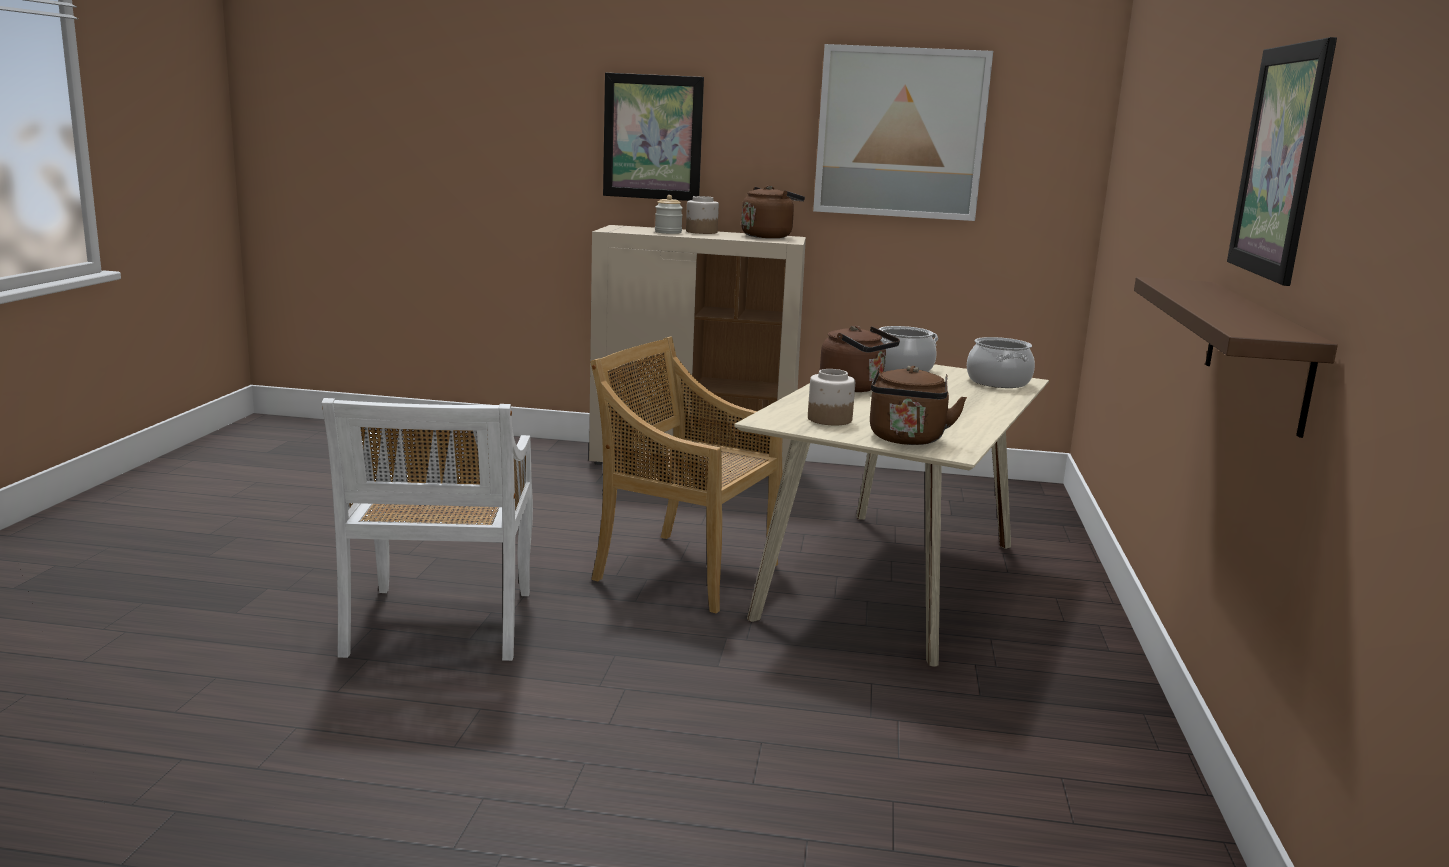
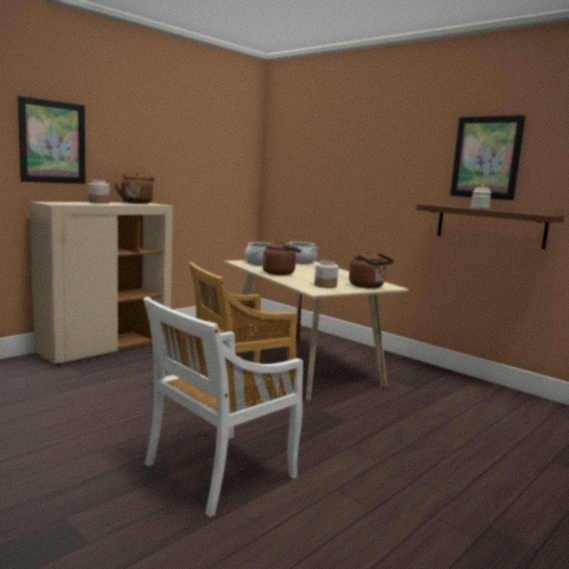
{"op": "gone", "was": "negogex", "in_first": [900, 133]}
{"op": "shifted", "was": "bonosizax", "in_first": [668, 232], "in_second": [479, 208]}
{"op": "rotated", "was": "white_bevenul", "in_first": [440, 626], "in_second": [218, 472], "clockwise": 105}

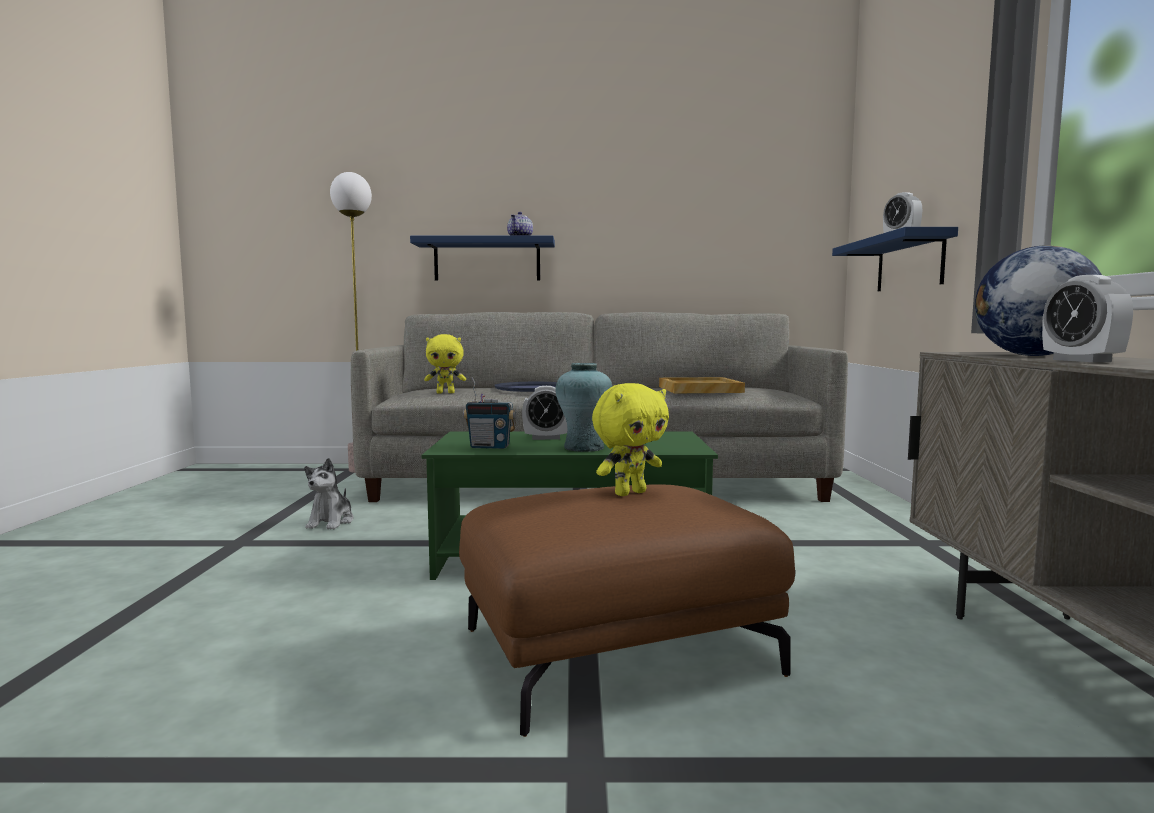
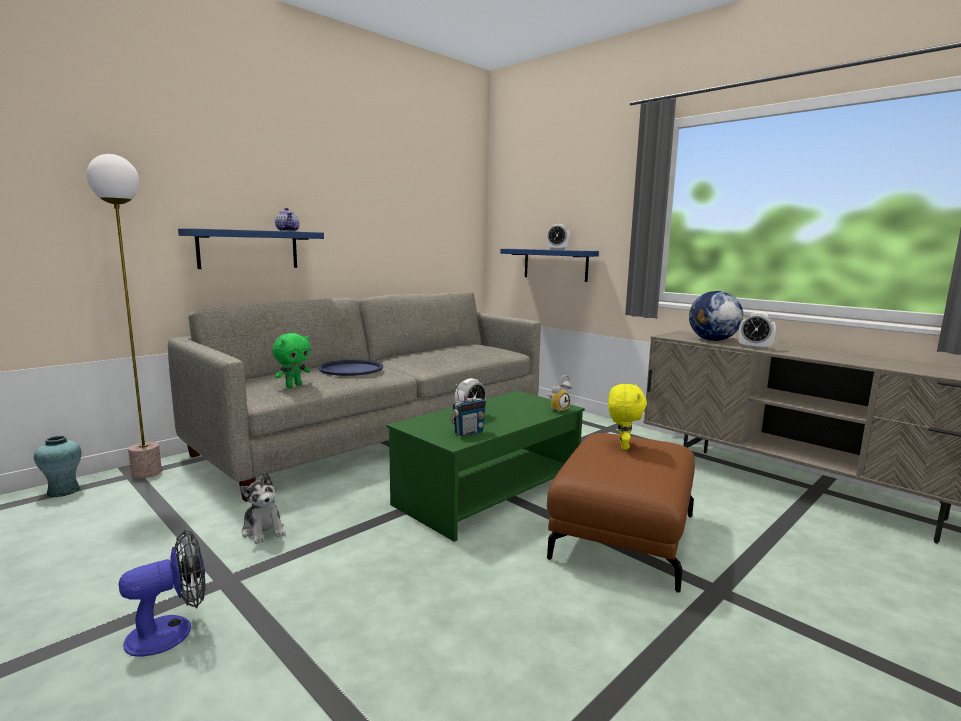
{"op": "repainted", "was": "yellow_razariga", "now": "green_razariga", "in_first": [446, 393], "in_second": [293, 385]}
{"op": "shifted", "was": "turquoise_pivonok", "in_first": [583, 448], "in_second": [63, 491]}
{"op": "gone", "was": "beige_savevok", "in_first": [699, 389]}
{"op": "new", "now": "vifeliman", "in_second": [558, 409]}
{"op": "new", "now": "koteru", "in_second": [171, 631]}

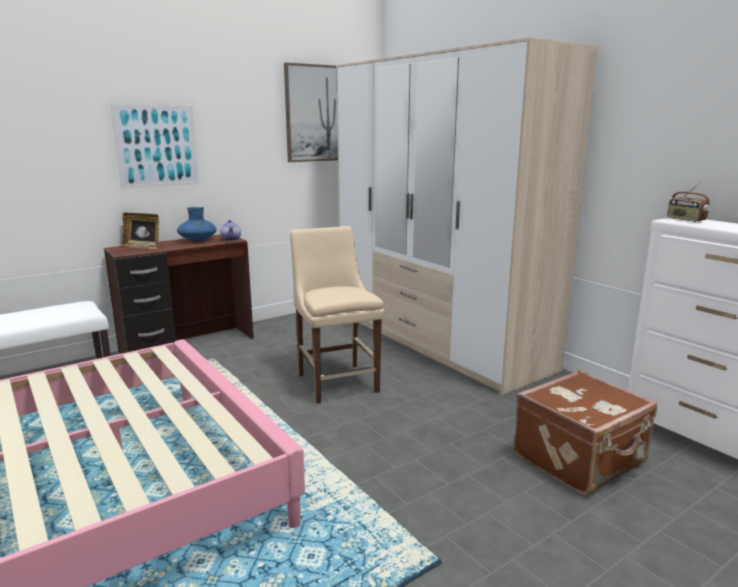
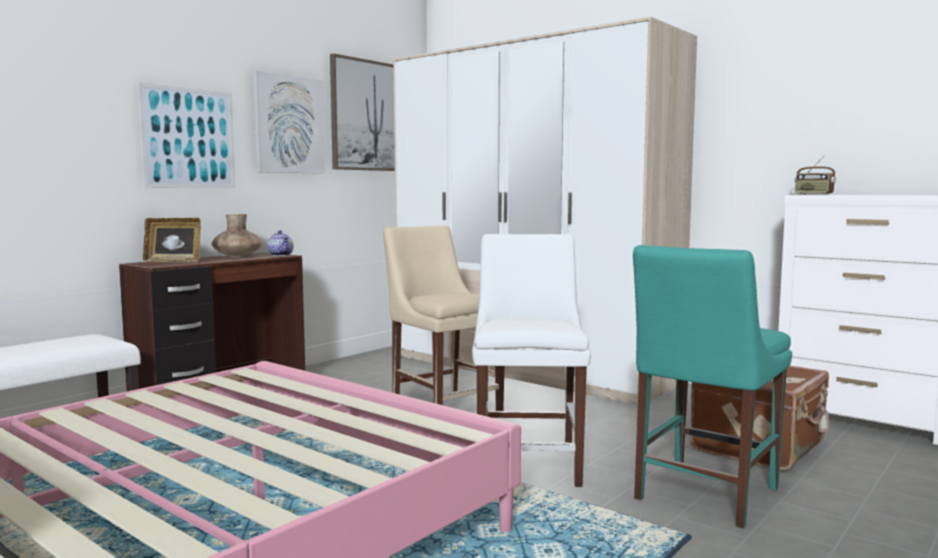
{"op": "repainted", "was": "blue_pivonok", "now": "brown_pivonok", "in_first": [197, 240], "in_second": [237, 256]}
{"op": "new", "now": "negogex", "in_second": [288, 125]}
{"op": "new", "now": "white_bevenul", "in_second": [528, 462]}
{"op": "new", "now": "turquoise_bevenul", "in_second": [703, 495]}

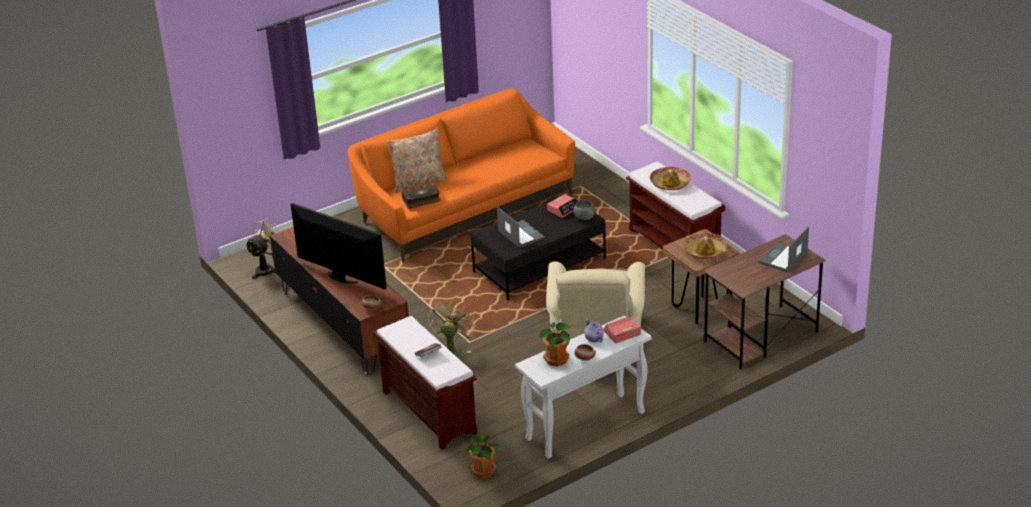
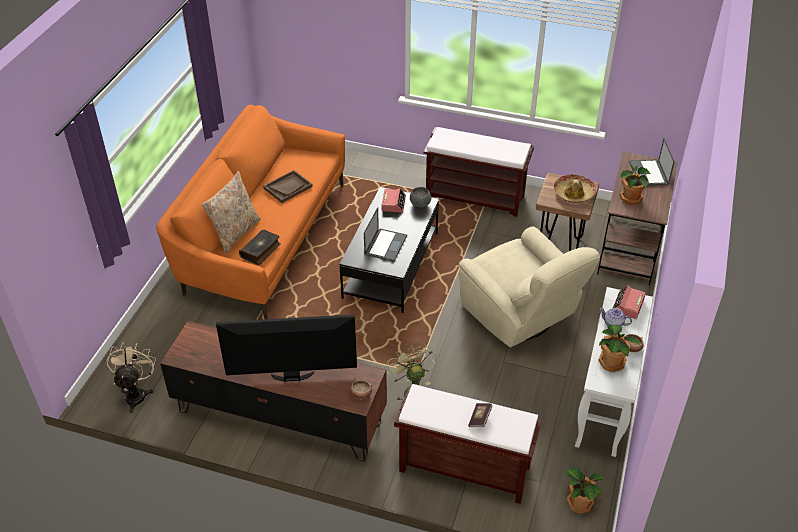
{"op": "gone", "was": "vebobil", "in_first": [670, 183]}
{"op": "rotated", "was": "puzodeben", "in_first": [520, 234], "in_second": [385, 245], "clockwise": 90}
{"op": "new", "now": "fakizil", "in_second": [631, 199]}
{"op": "new", "now": "brown_savevok", "in_second": [288, 187]}

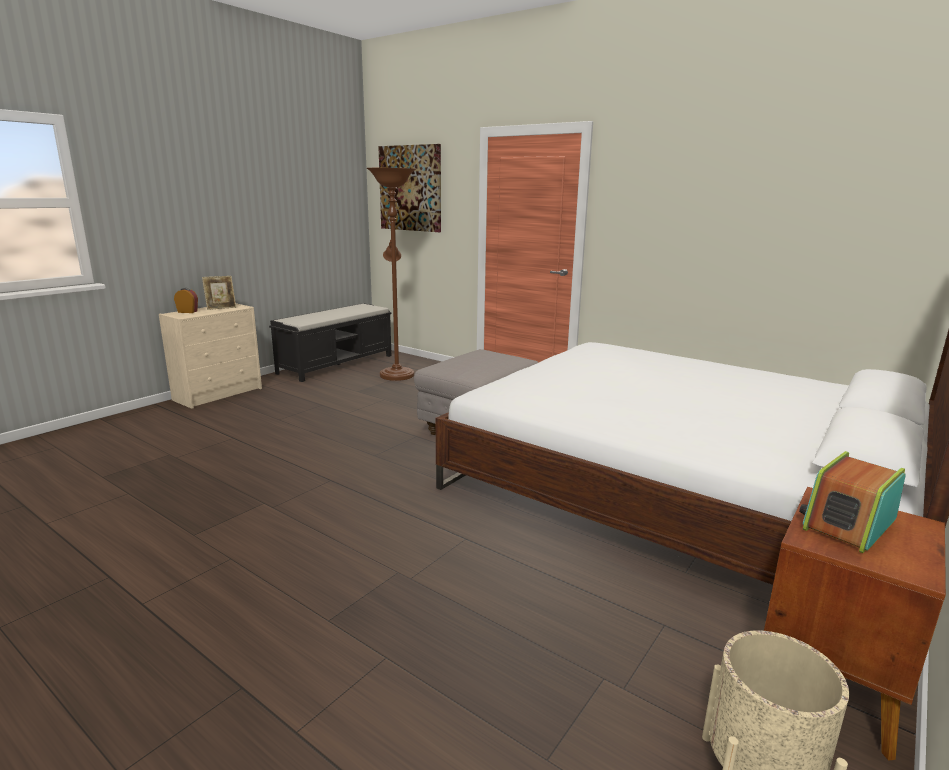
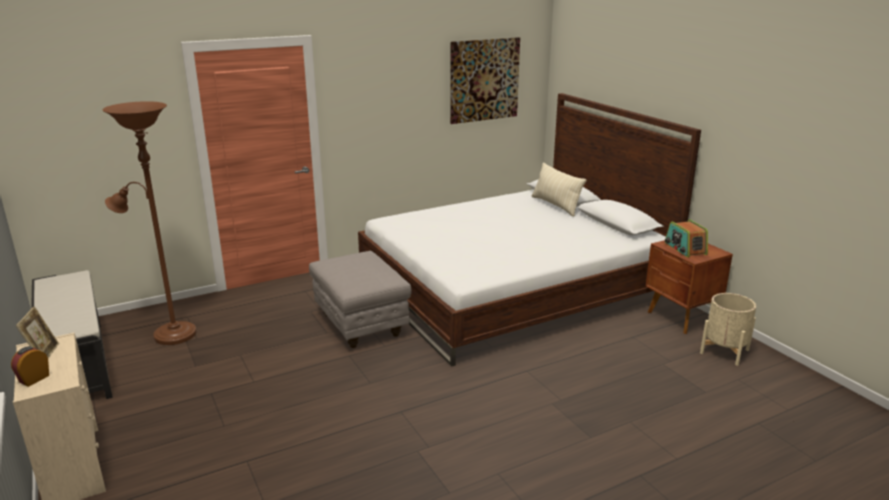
{"op": "shifted", "was": "negogex", "in_first": [410, 188], "in_second": [484, 80]}
{"op": "new", "now": "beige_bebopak", "in_second": [556, 205]}

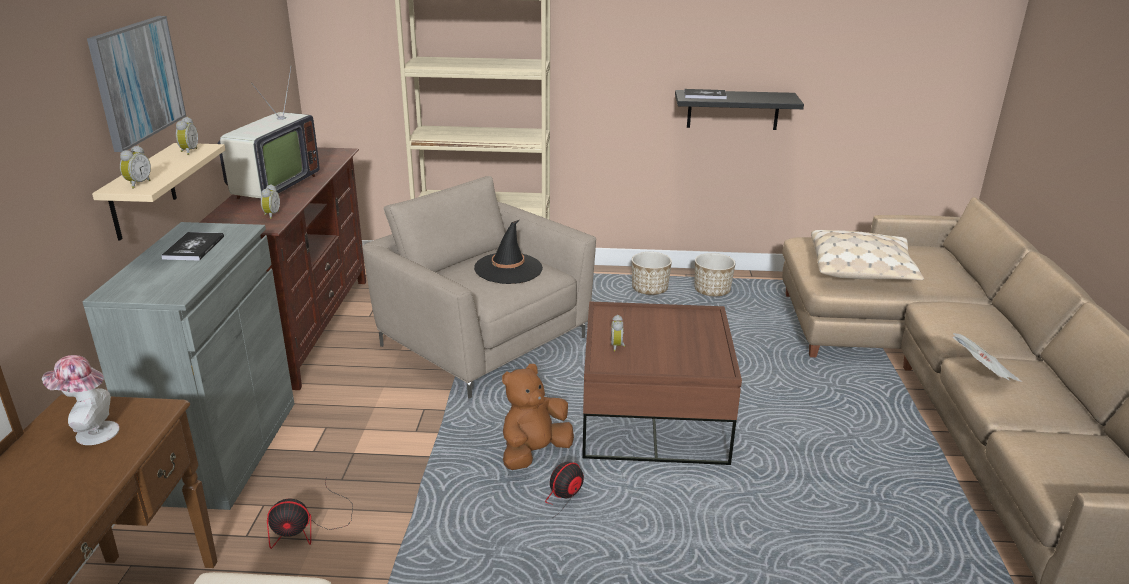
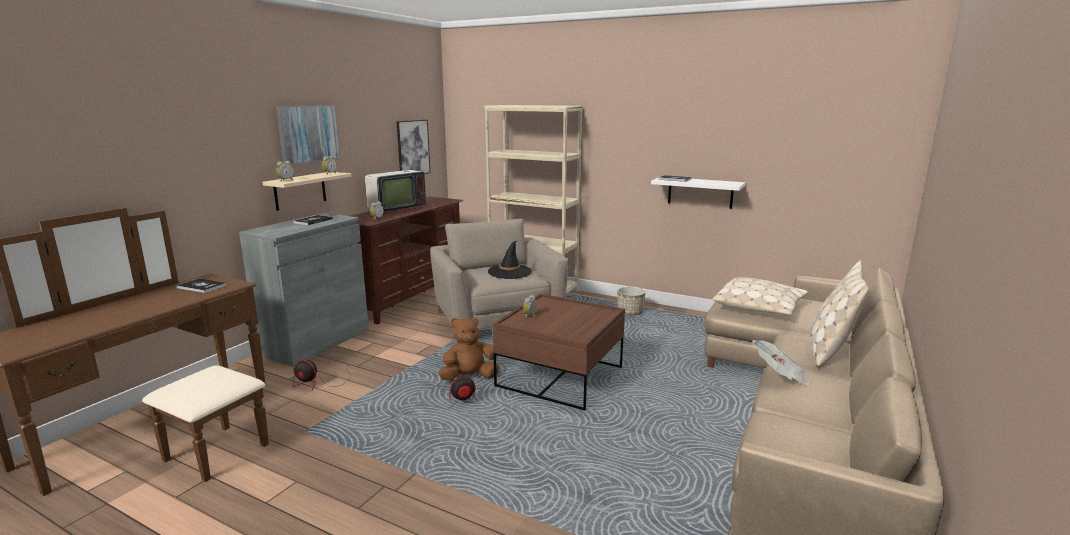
{"op": "repainted", "was": "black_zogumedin", "now": "white_zogumedin", "in_first": [733, 110], "in_second": [700, 192]}
{"op": "gone", "was": "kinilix", "in_first": [712, 291]}
{"op": "swapped", "was": "vebobil", "now": "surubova", "in_first": [91, 433], "in_second": [201, 287]}
{"op": "new", "now": "negogex", "in_second": [413, 148]}
{"op": "new", "now": "beige_bebopak", "in_second": [830, 350]}

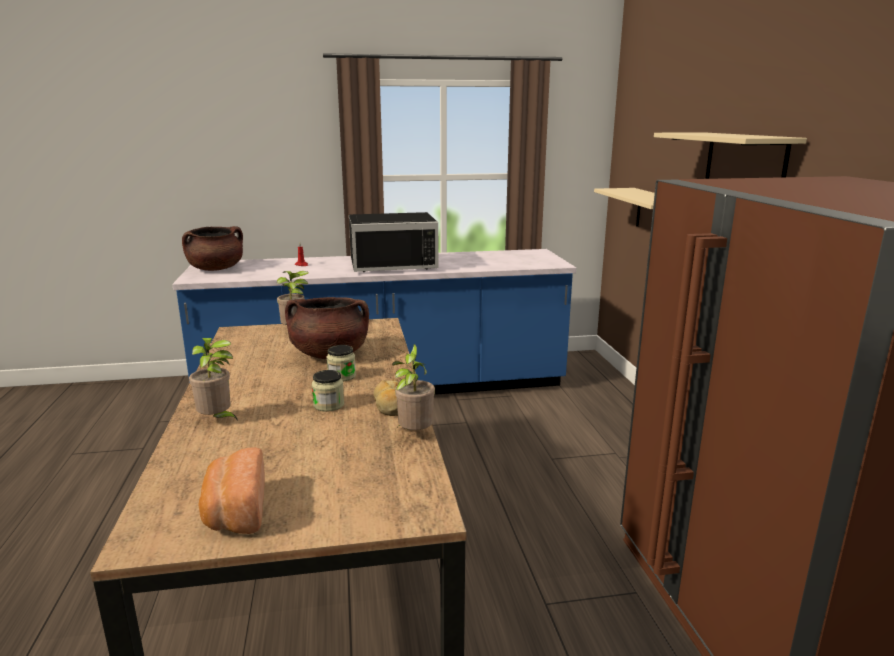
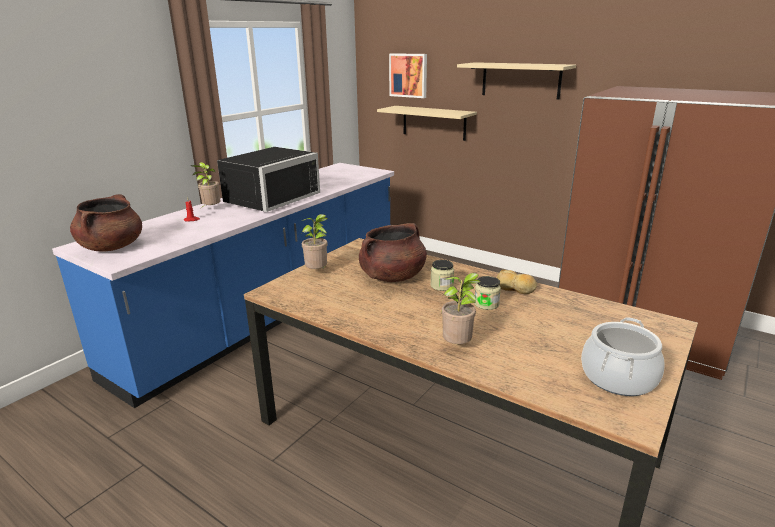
{"op": "shifted", "was": "fakizil", "in_first": [414, 434], "in_second": [211, 209]}
{"op": "swapped", "was": "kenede", "now": "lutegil", "in_first": [235, 512], "in_second": [617, 377]}
{"op": "new", "now": "negogex", "in_second": [409, 75]}

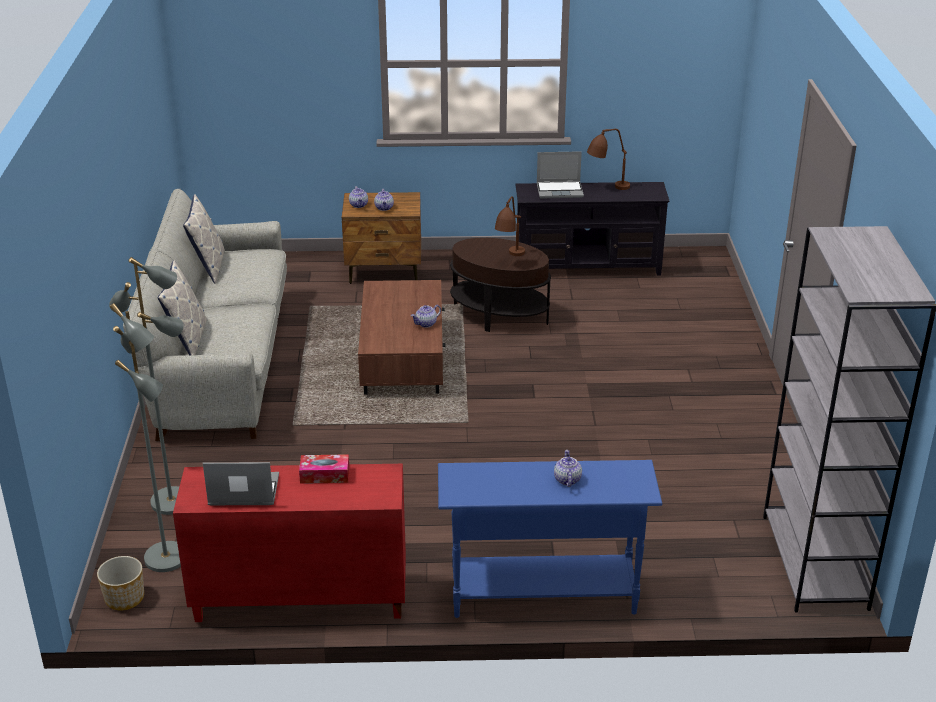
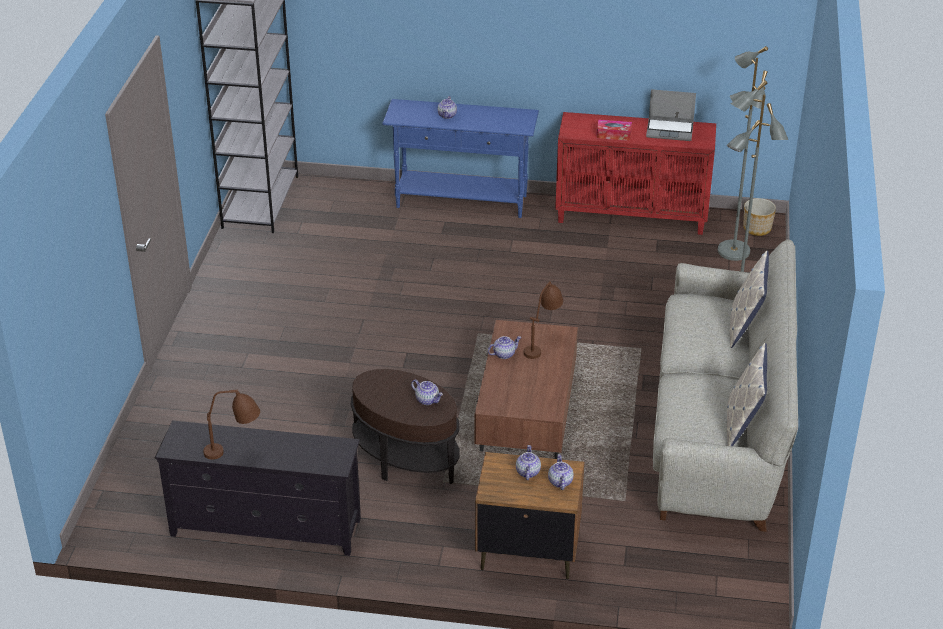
{"op": "gone", "was": "puzodeben", "in_first": [560, 190]}
{"op": "shifted", "was": "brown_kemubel", "in_first": [509, 260], "in_second": [543, 343]}
{"op": "new", "now": "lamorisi", "in_second": [427, 400]}

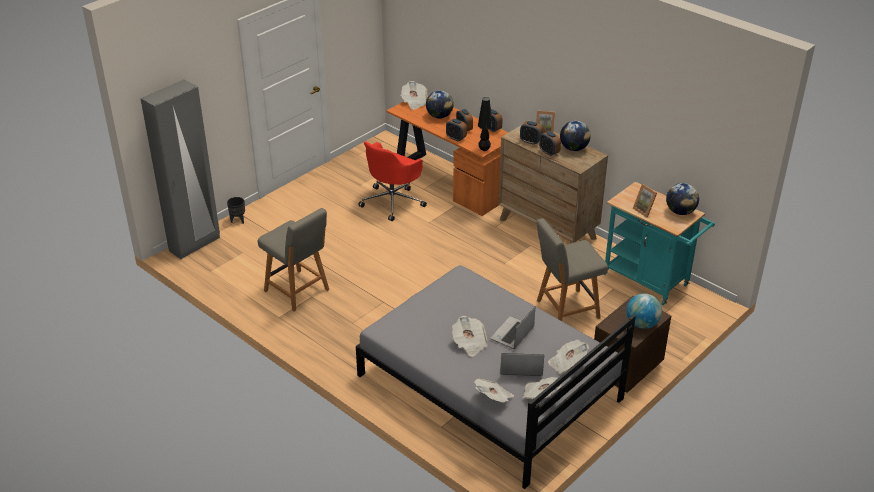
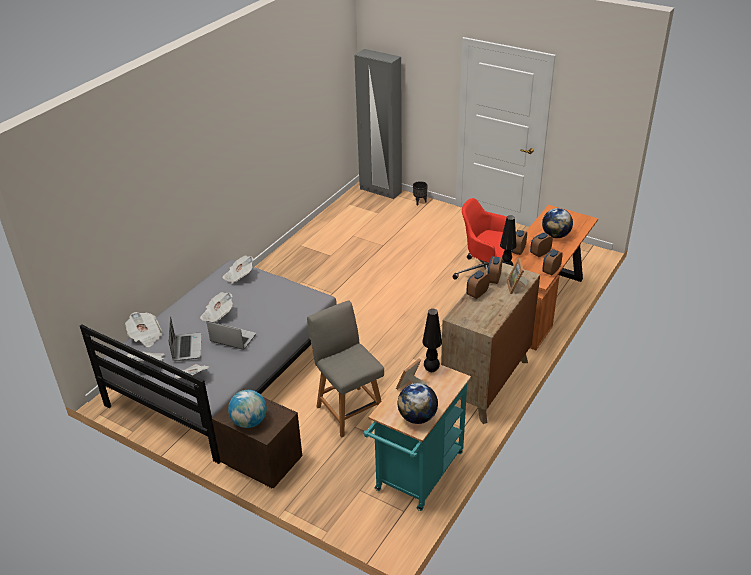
{"op": "shifted", "was": "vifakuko", "in_first": [414, 102], "in_second": [239, 276]}
{"op": "gone", "was": "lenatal", "in_first": [574, 148]}
{"op": "gone", "was": "grey_bevenul", "in_first": [298, 291]}
{"op": "new", "now": "black_kemubel", "in_second": [431, 370]}

